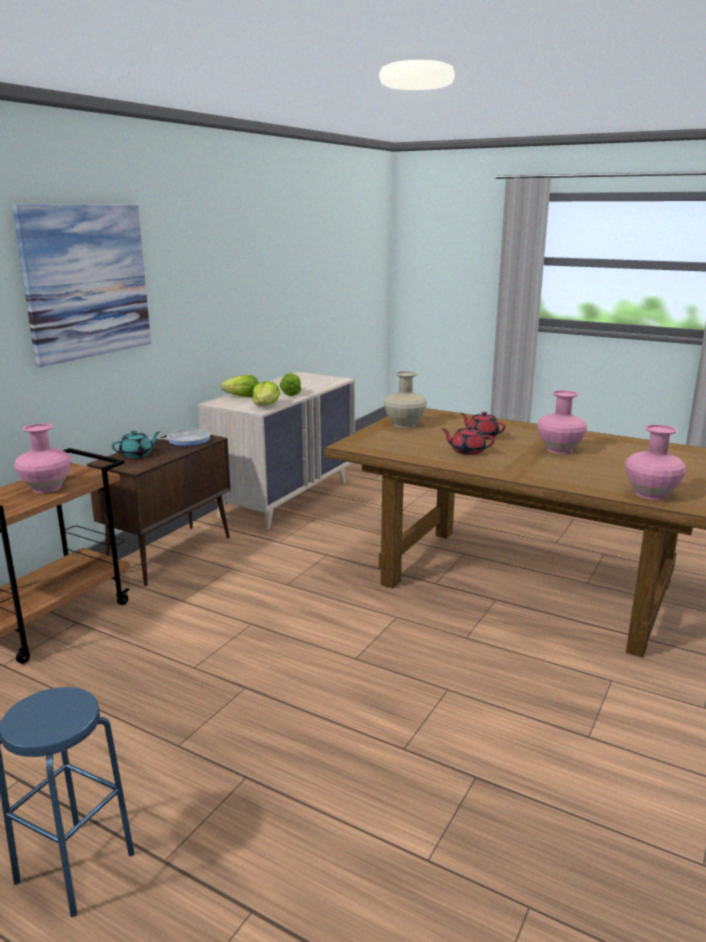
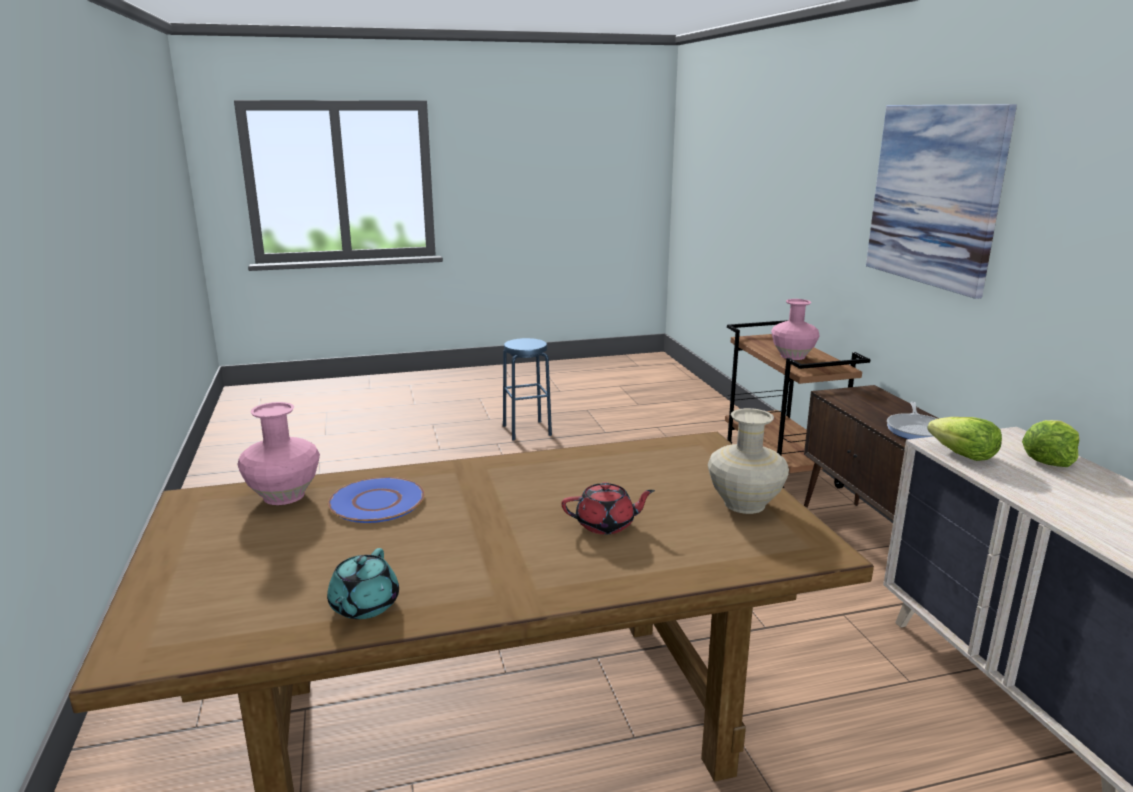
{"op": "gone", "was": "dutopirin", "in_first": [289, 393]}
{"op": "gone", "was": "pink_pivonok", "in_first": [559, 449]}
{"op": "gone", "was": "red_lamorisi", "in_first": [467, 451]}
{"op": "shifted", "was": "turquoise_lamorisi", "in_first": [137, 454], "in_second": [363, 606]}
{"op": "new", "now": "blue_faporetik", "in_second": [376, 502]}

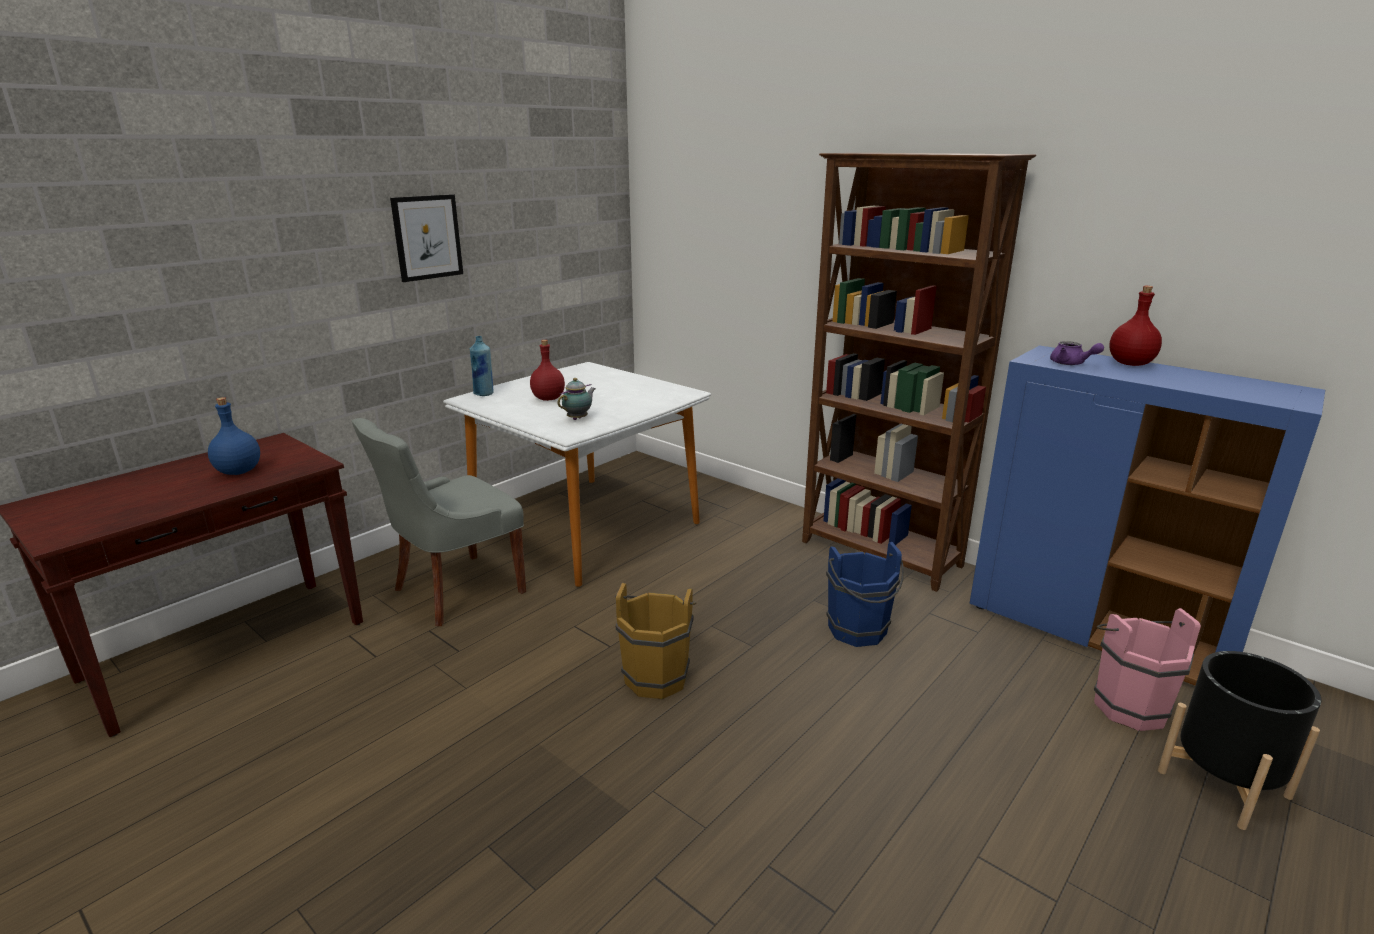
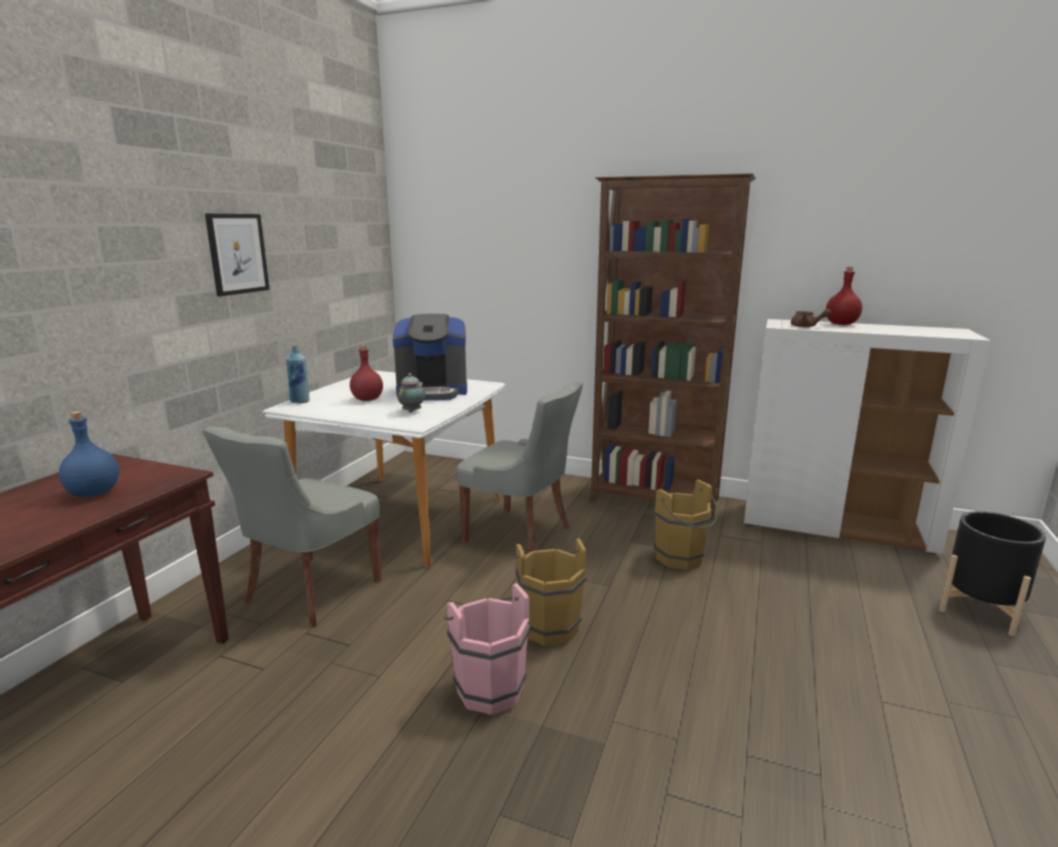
{"op": "repainted", "was": "purple_lamorisi", "now": "brown_lamorisi", "in_first": [1071, 364], "in_second": [807, 326]}
{"op": "repainted", "was": "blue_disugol", "now": "white_disugol", "in_first": [1098, 633], "in_second": [836, 528]}
{"op": "repainted", "was": "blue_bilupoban", "now": "brown_bilupoban", "in_first": [858, 633], "in_second": [681, 559]}
{"op": "shifted", "was": "pink_bilupoban", "in_first": [1126, 704], "in_second": [488, 686]}
{"op": "new", "now": "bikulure", "in_second": [432, 392]}
{"op": "new", "now": "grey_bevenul", "in_second": [520, 534]}

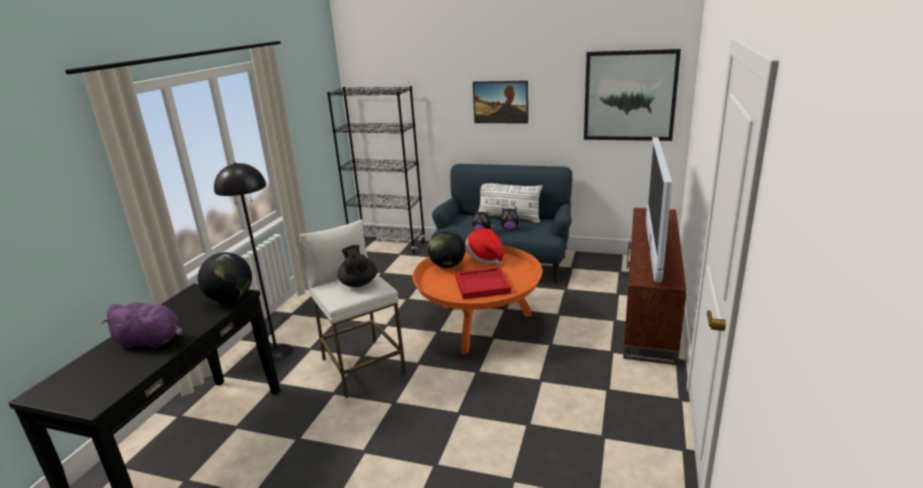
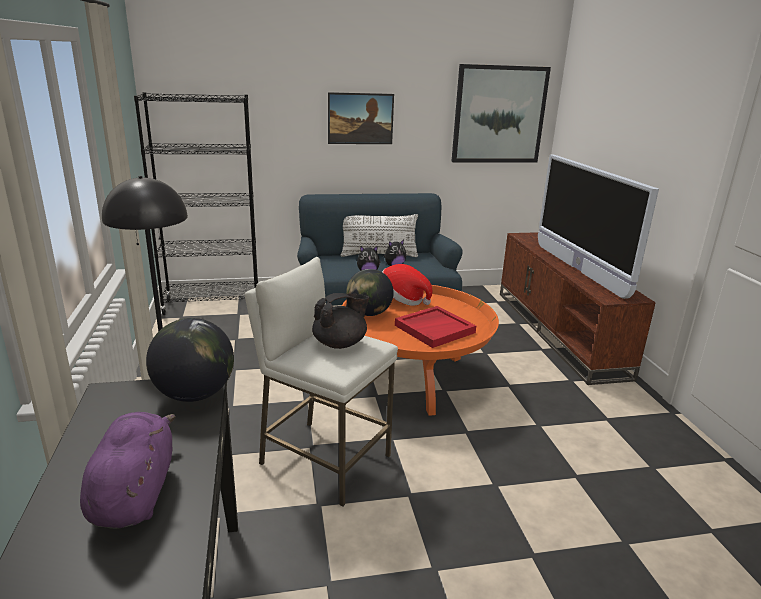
{"op": "rotated", "was": "black_lamorisi", "in_first": [358, 283], "in_second": [340, 343], "clockwise": 105}
{"op": "rotated", "was": "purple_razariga", "in_first": [152, 341], "in_second": [135, 493], "clockwise": -75}

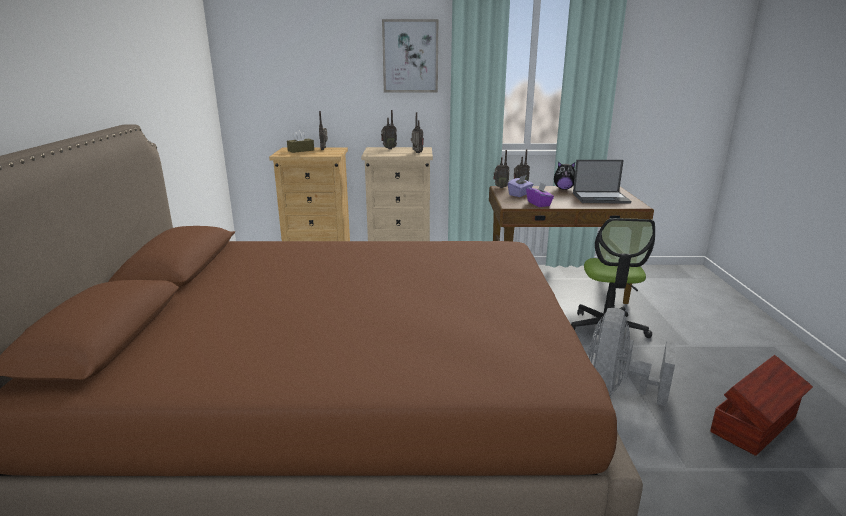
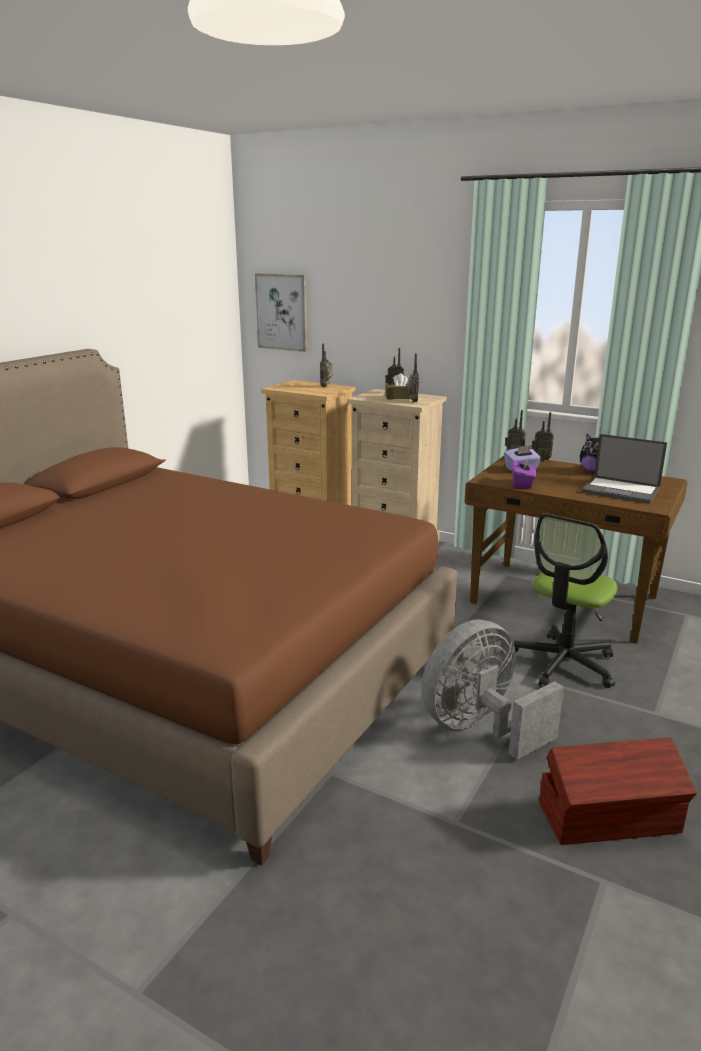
{"op": "shifted", "was": "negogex", "in_first": [410, 56], "in_second": [282, 312]}
{"op": "shifted", "was": "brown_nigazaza", "in_first": [301, 150], "in_second": [400, 397]}

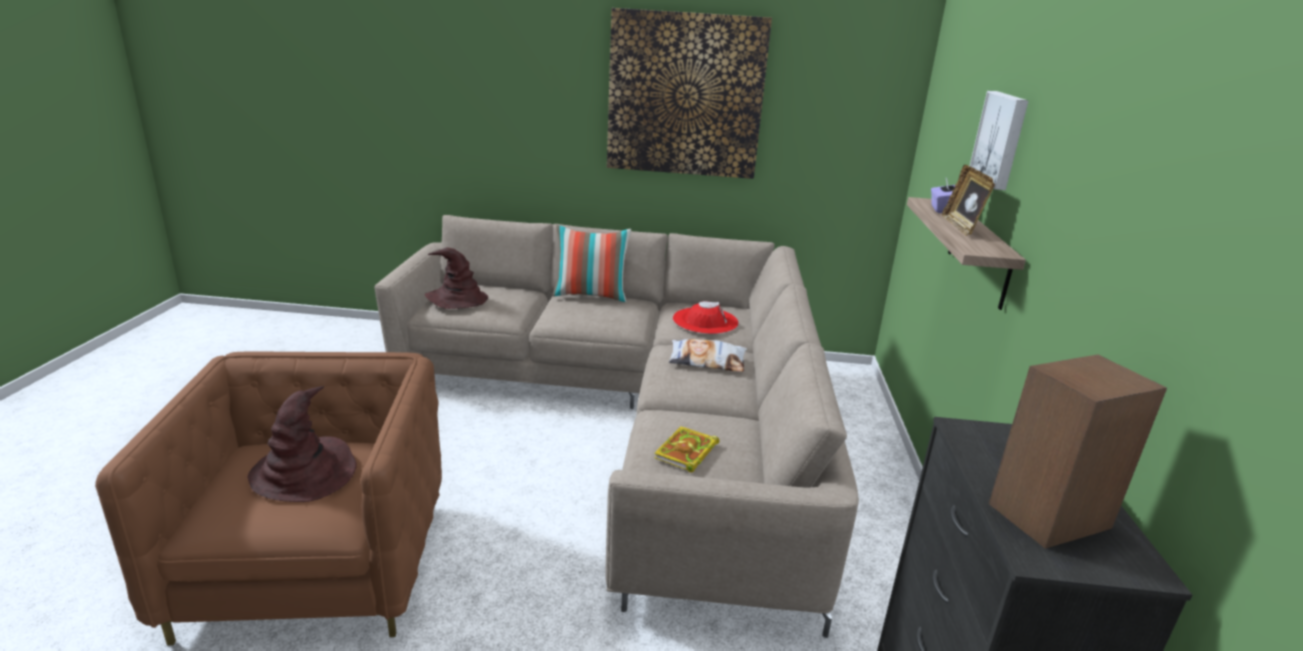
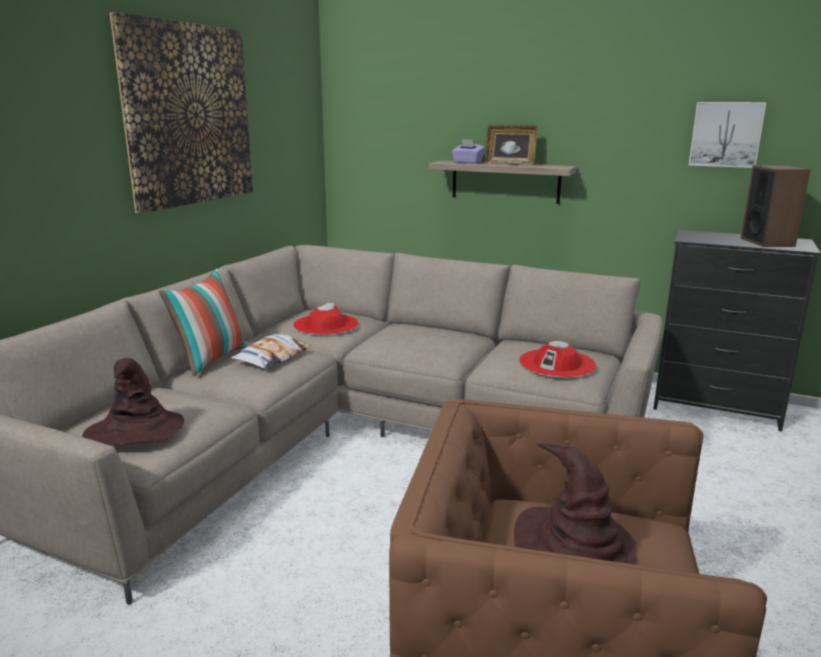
{"op": "shifted", "was": "negogex", "in_first": [1001, 139], "in_second": [726, 134]}
{"op": "shifted", "was": "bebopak", "in_first": [707, 361], "in_second": [272, 357]}
{"op": "swapped", "was": "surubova", "now": "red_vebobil", "in_first": [686, 453], "in_second": [557, 363]}

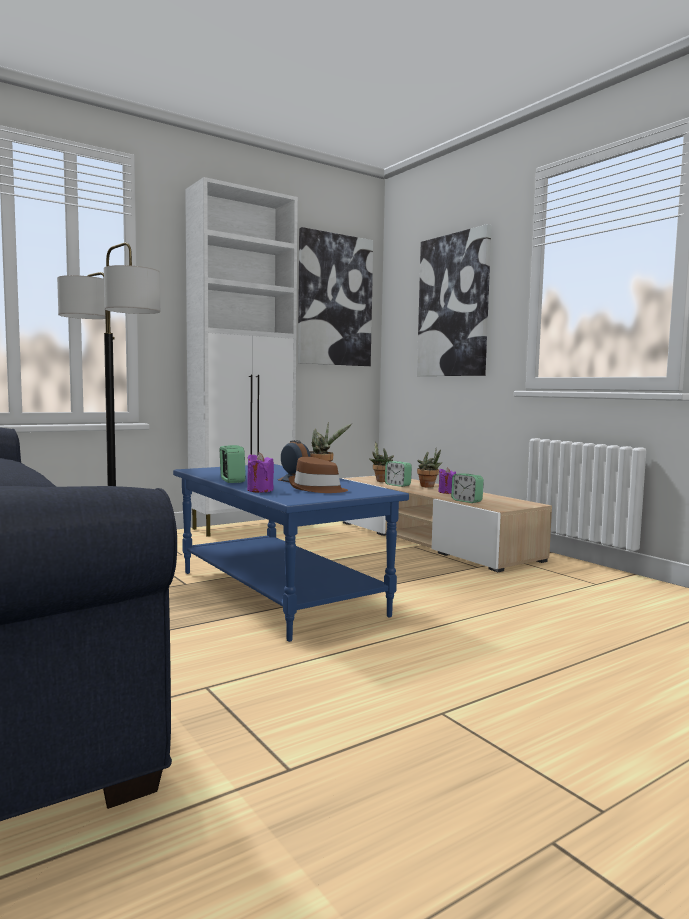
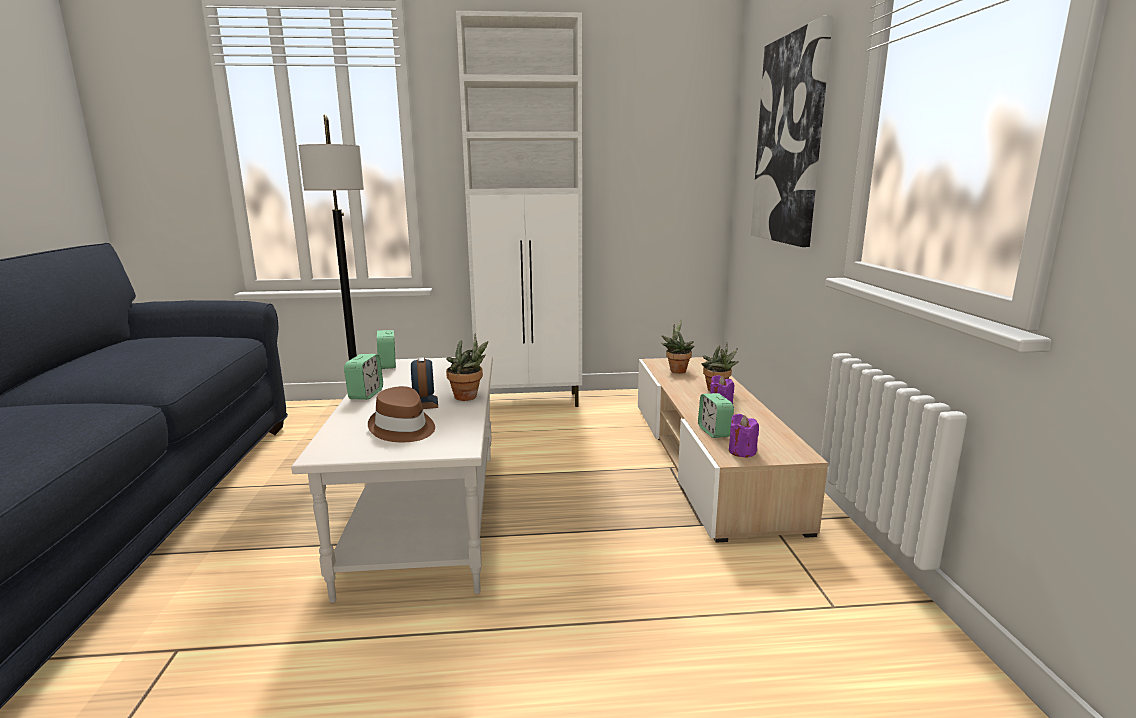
{"op": "gone", "was": "negogex", "in_first": [334, 300]}
{"op": "shifted", "was": "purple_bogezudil", "in_first": [260, 490], "in_second": [742, 451]}
{"op": "shifted", "was": "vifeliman", "in_first": [397, 485], "in_second": [387, 365]}
{"op": "repainted", "was": "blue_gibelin", "now": "white_gibelin", "in_first": [276, 593], "in_second": [423, 516]}

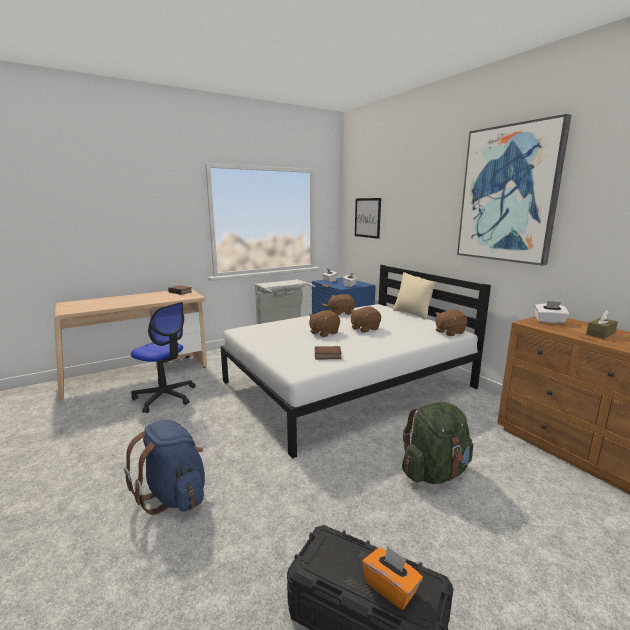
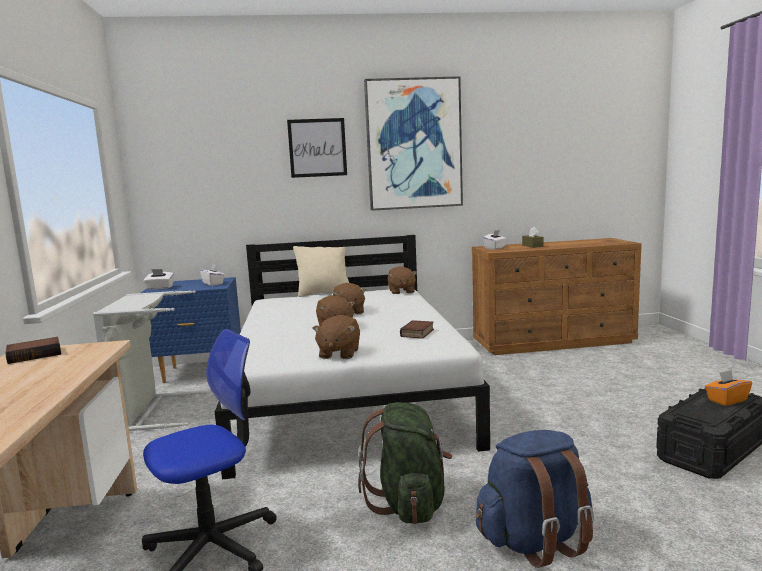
{"op": "shifted", "was": "negogex", "in_first": [367, 218], "in_second": [317, 148]}
{"op": "shifted", "was": "brown_razariga", "in_first": [341, 313], "in_second": [338, 354]}
{"op": "shifted", "was": "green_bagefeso", "in_first": [435, 472], "in_second": [409, 503]}

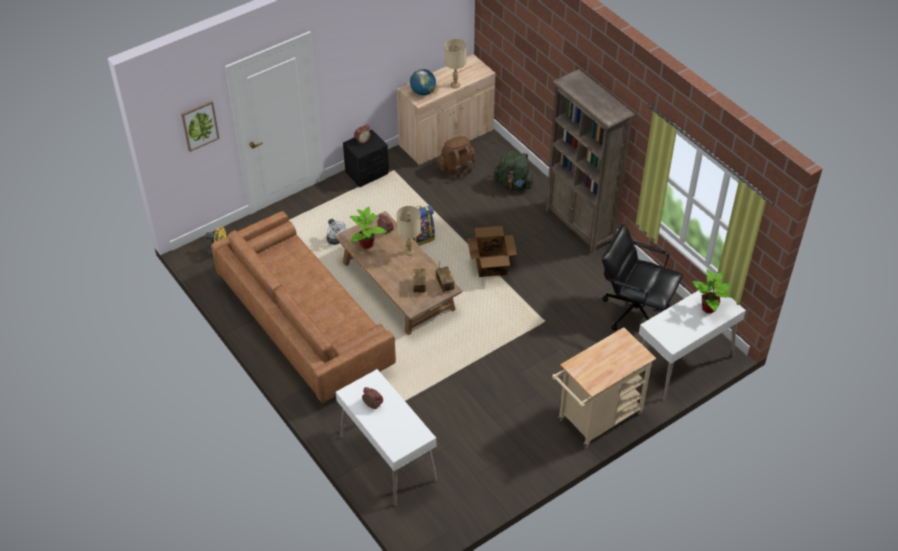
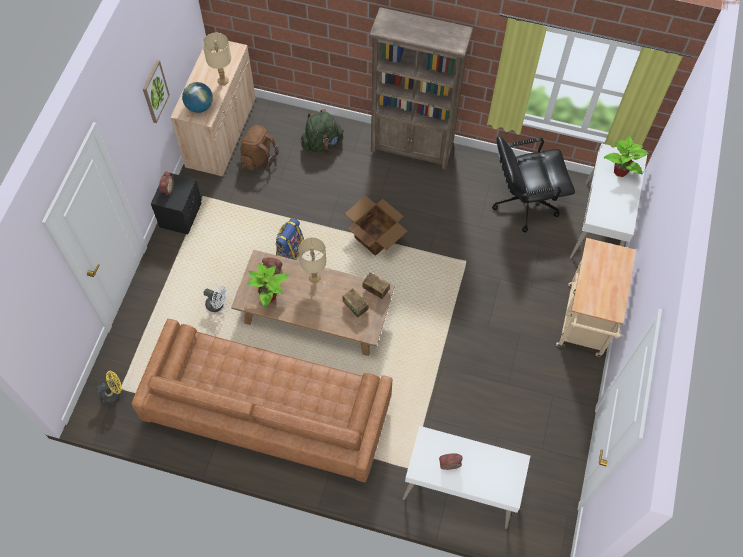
{"op": "shifted", "was": "negogex", "in_first": [199, 125], "in_second": [155, 91]}

